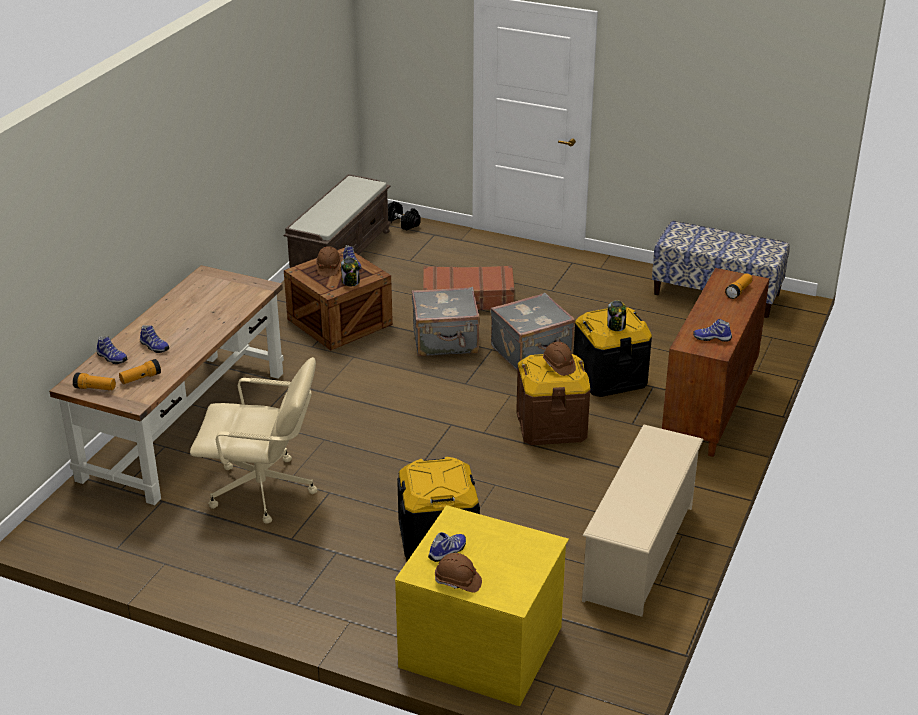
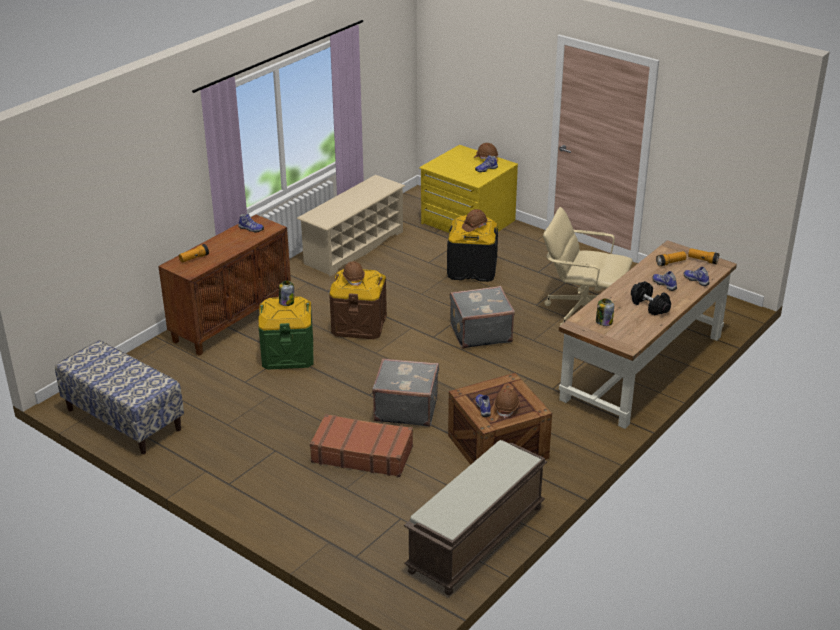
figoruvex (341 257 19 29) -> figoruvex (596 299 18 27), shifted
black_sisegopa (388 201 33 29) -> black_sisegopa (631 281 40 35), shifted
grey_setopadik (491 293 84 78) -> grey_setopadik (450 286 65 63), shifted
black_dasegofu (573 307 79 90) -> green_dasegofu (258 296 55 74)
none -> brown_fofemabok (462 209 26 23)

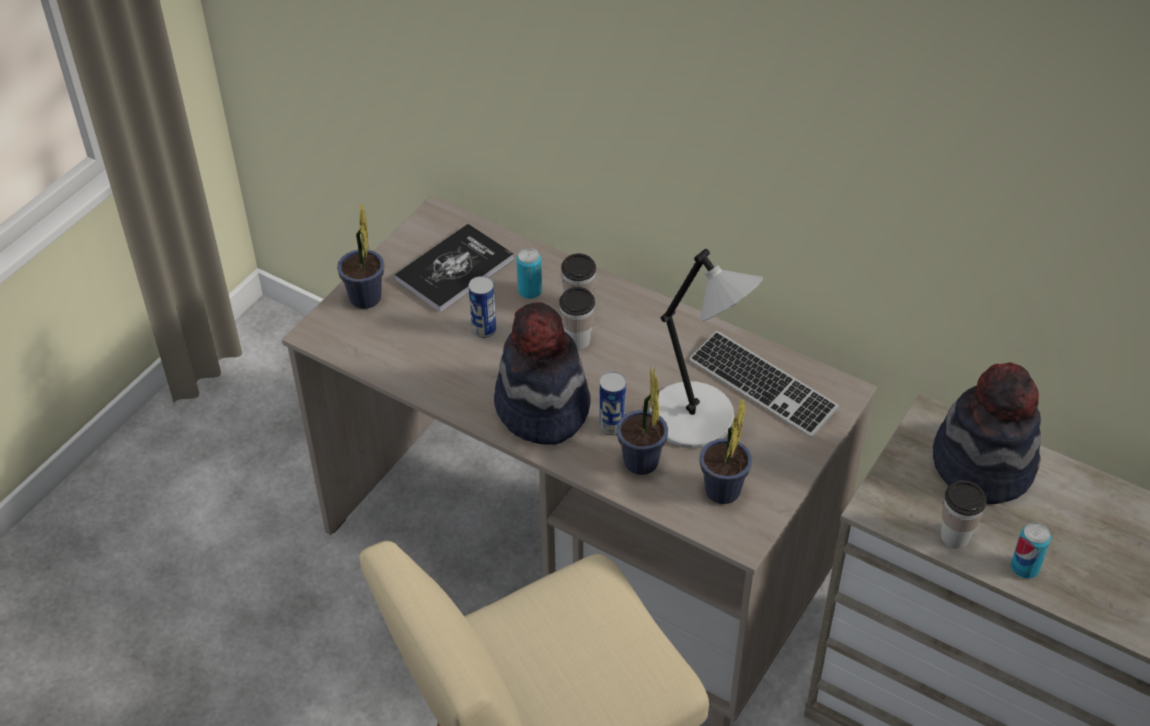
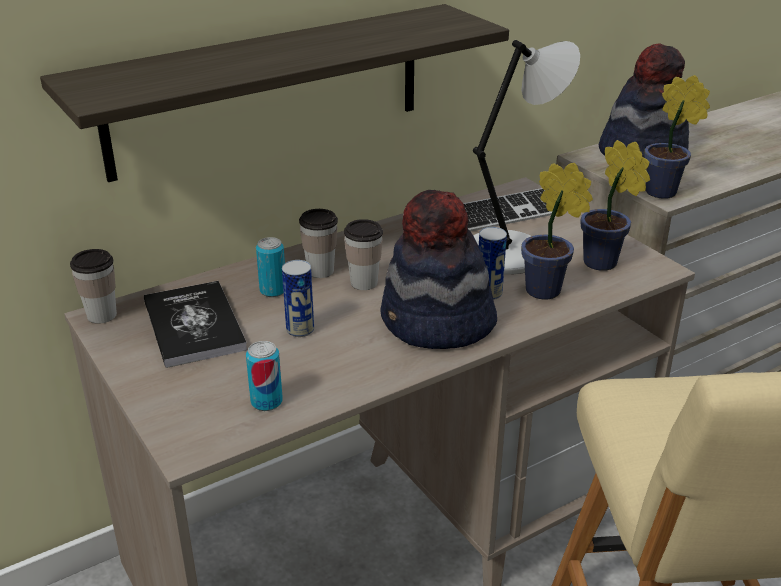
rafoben (337 204 47 105) -> rafoben (644 75 66 124), shifted
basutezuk (940 480 47 69) -> basutezuk (70 249 47 75), shifted
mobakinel (1011 522 40 57) -> mobakinel (246 341 37 70), shifted
none -> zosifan (40 4 469 178)

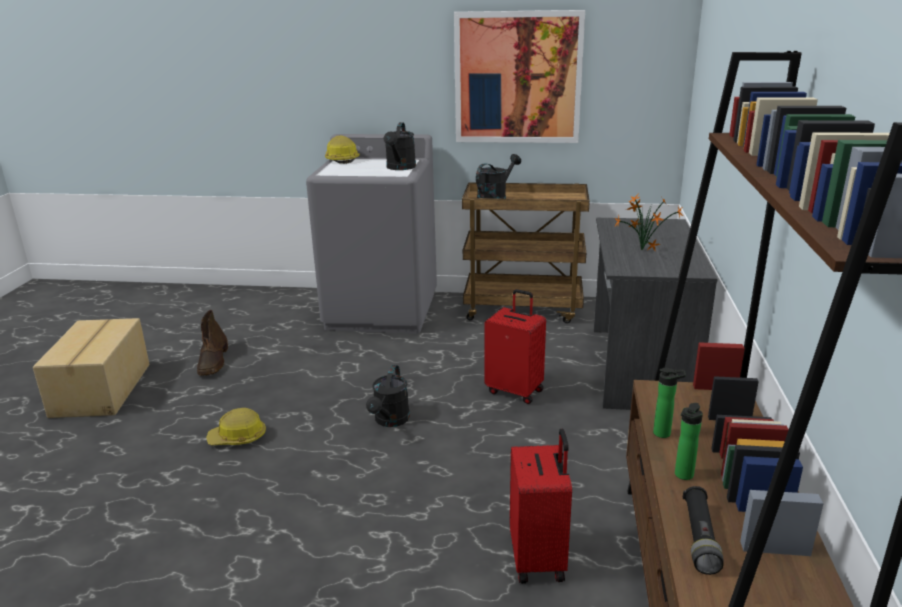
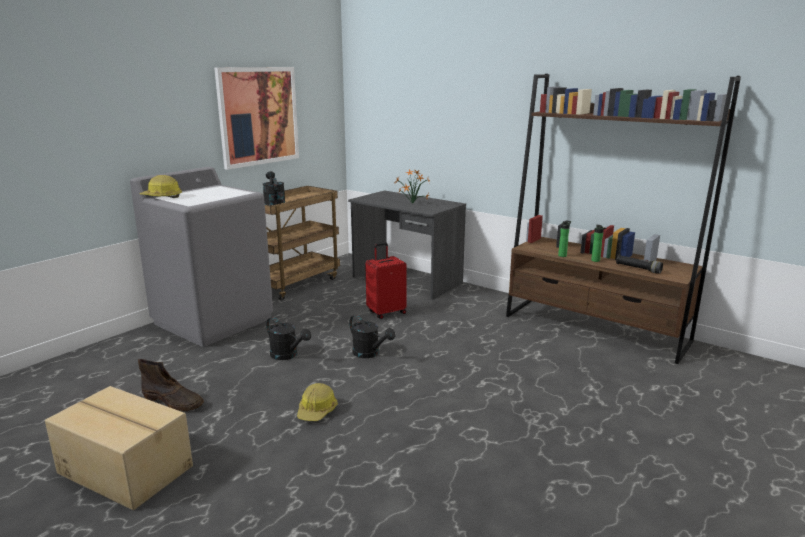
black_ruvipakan (383 122 33 48) -> black_ruvipakan (266 317 45 43), shifted
red_setopadik (510 429 62 155) -> none

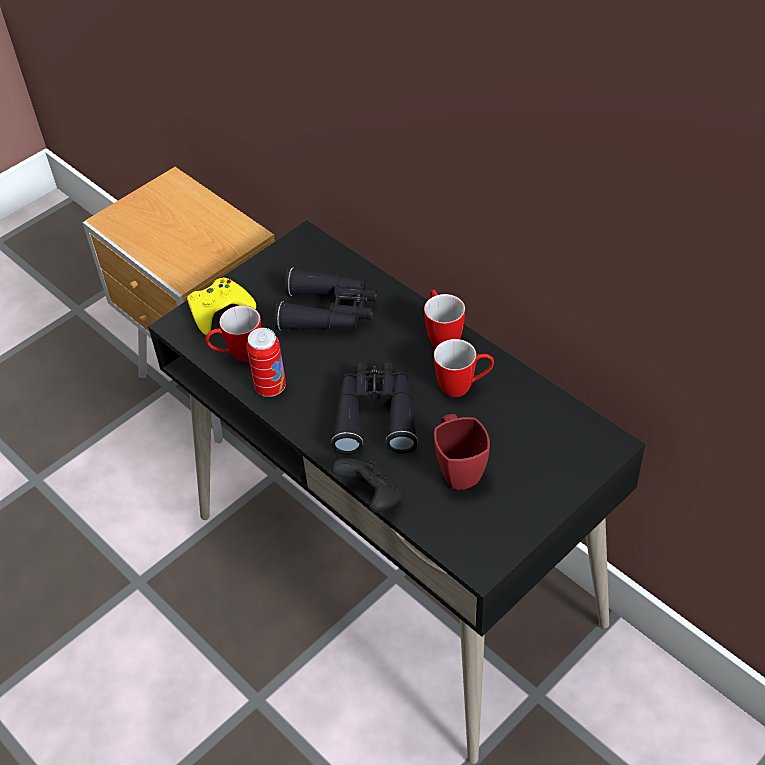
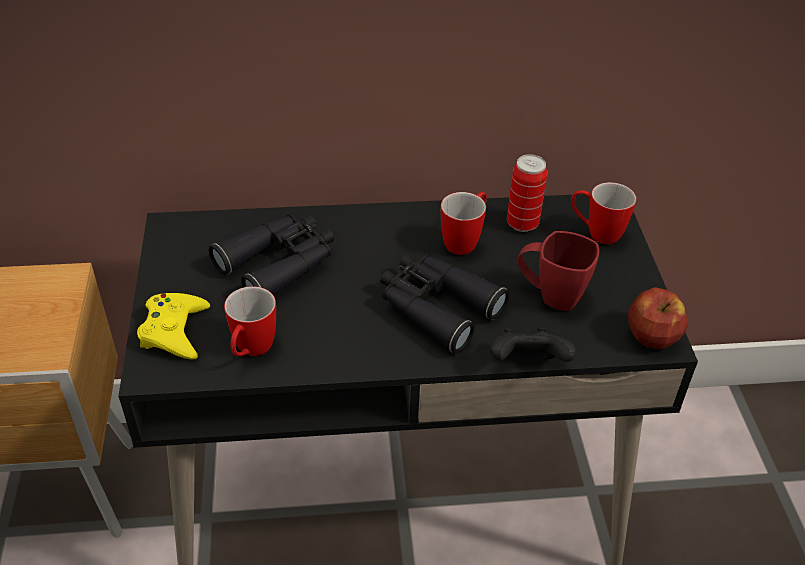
mobakinel (246 328 40 69) -> mobakinel (507 154 40 78), shifted
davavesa (424 290 41 58) -> davavesa (571 182 65 62), shifted
none -> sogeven (628 287 60 62)

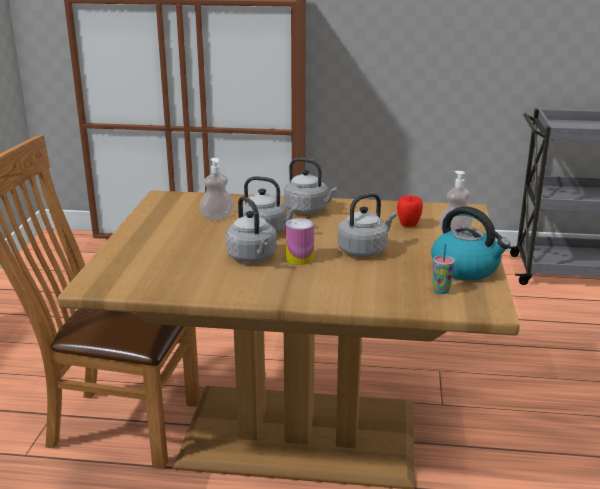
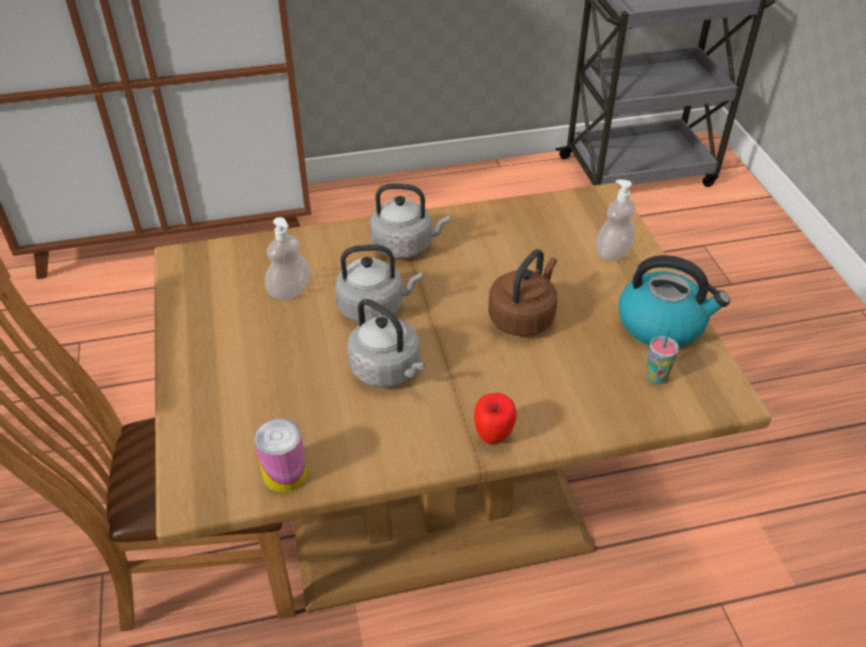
mobakinel (285 218 29 47) -> mobakinel (254 419 53 73), shifted
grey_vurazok (337 193 60 64) -> brown_vurazok (488 249 69 87)
sogeven (397 195 26 32) -> sogeven (474 393 43 51), shifted

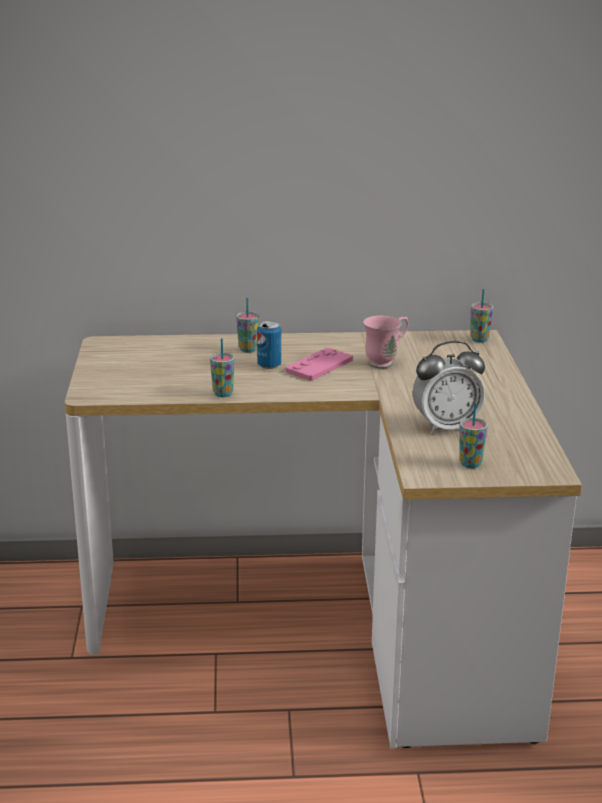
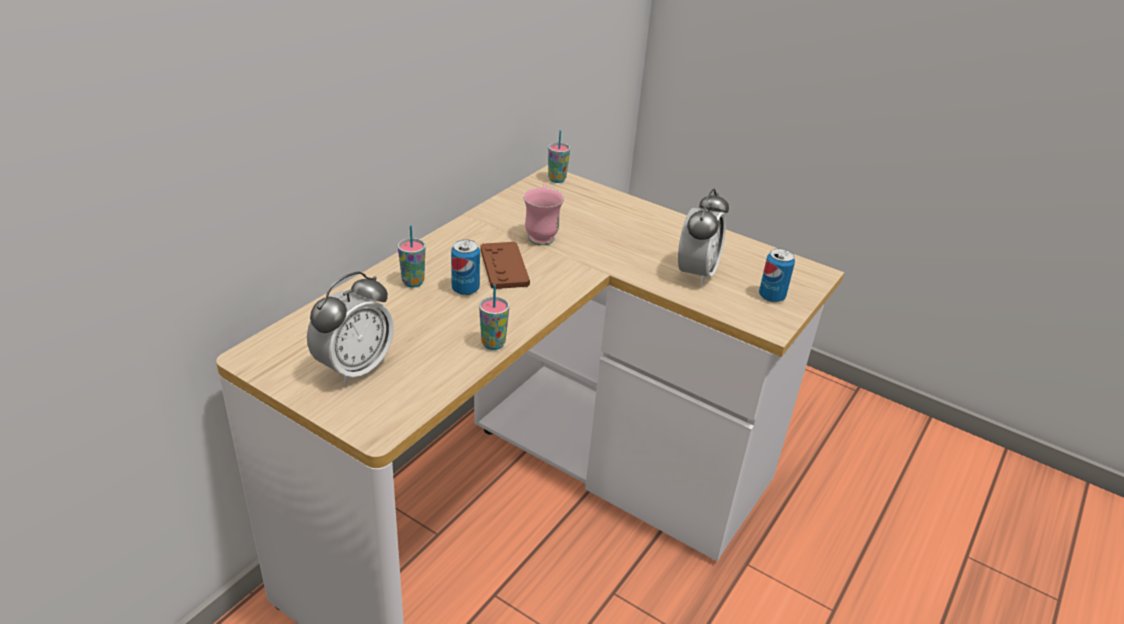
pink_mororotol (286 348 67 33) -> brown_mororotol (480 242 50 47)
basutezuk (459 403 29 65) -> mobakinel (759 248 36 55)
none -> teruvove (307 271 87 115)

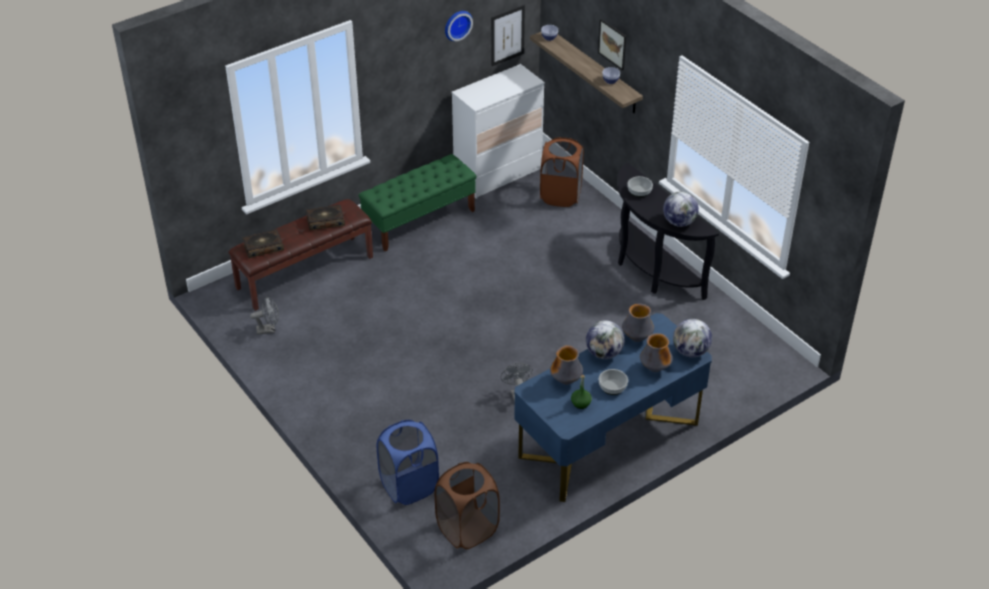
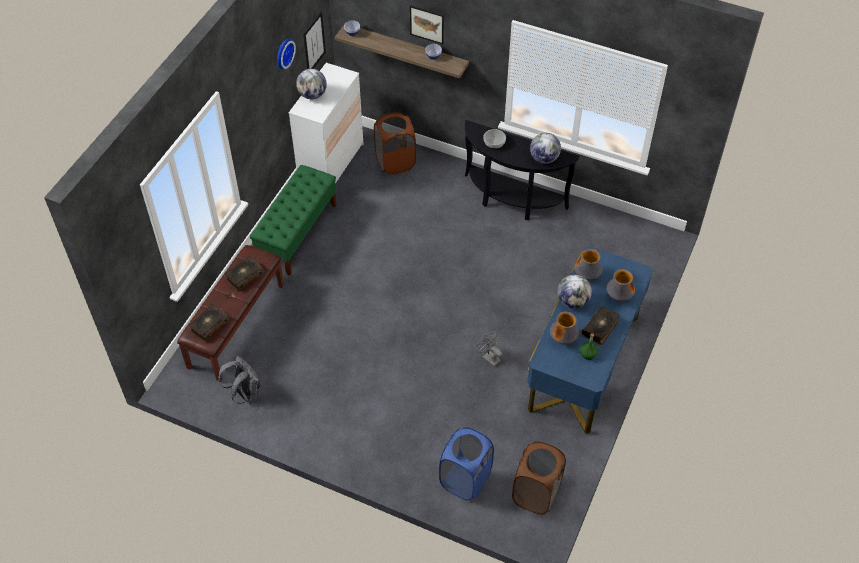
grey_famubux (250 296 29 39) -> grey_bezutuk (218 356 44 48)
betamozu (599 369 29 26) -> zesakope (581 306 39 39)
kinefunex (673 319 39 38) -> kinefunex (296 69 31 30), shifted

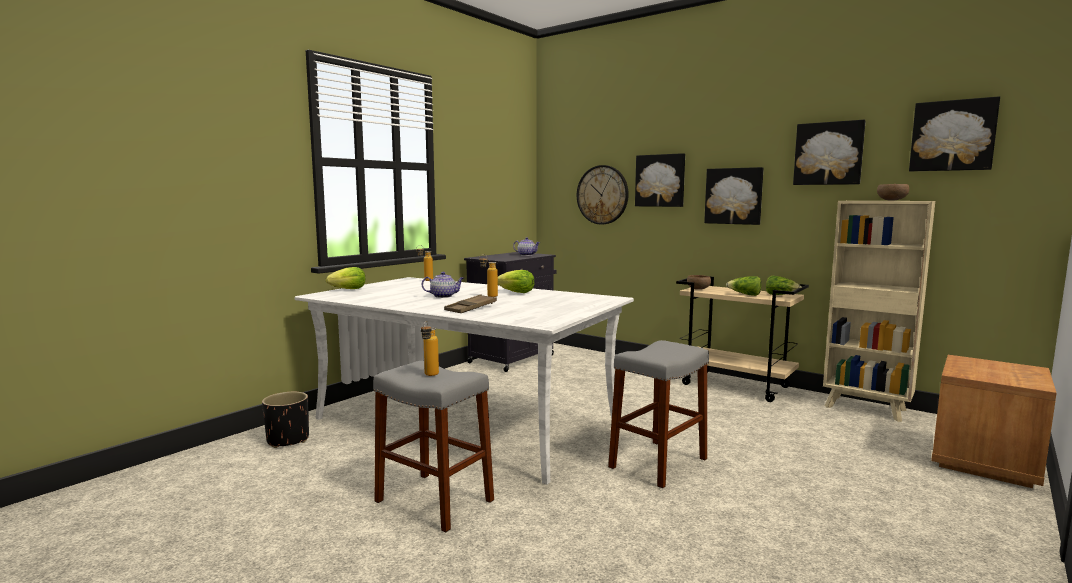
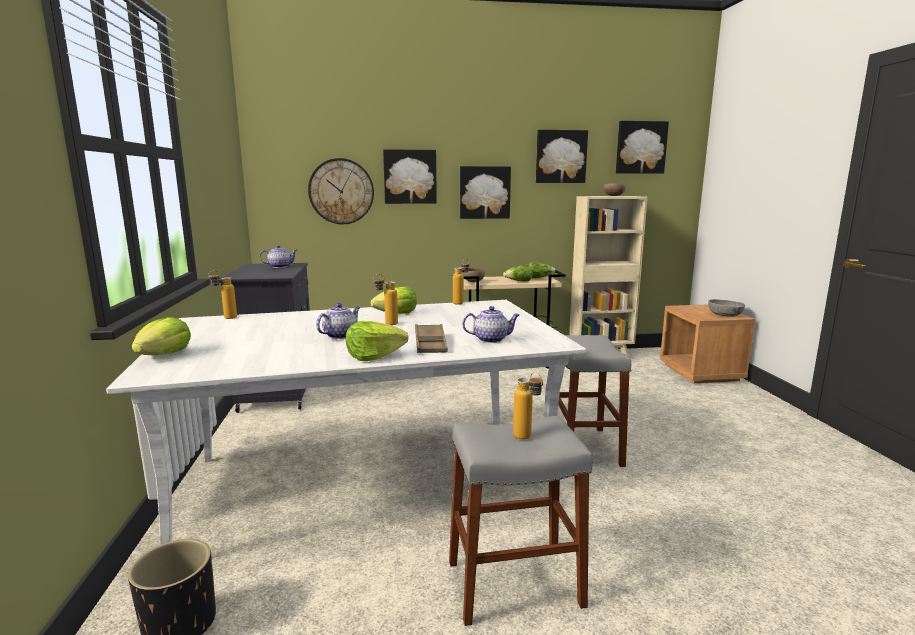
none -> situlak (346 321 62 40)
none -> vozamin (453 259 16 46)
none -> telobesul (462 306 57 37)
none -> grey_betamozu (708 299 37 18)

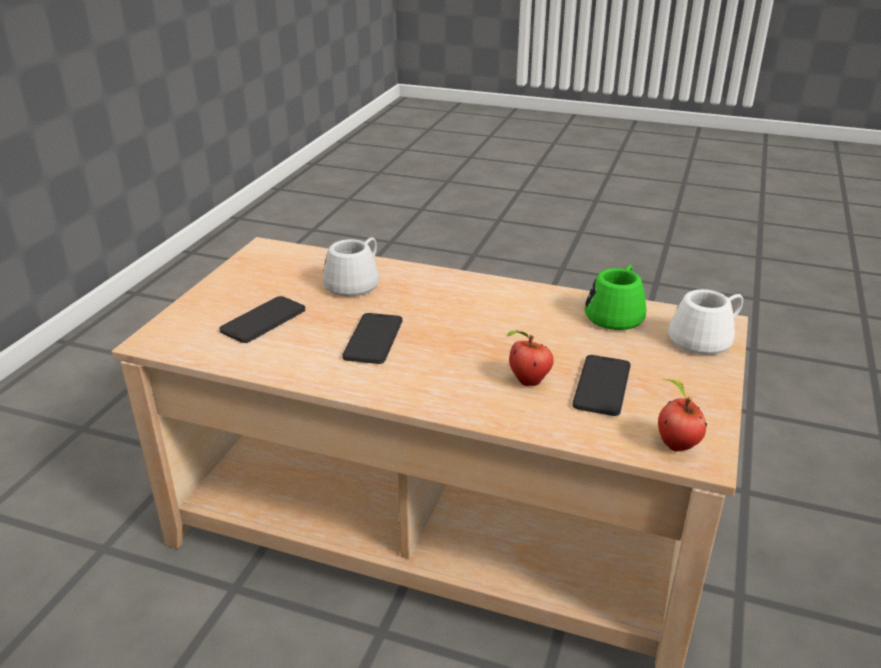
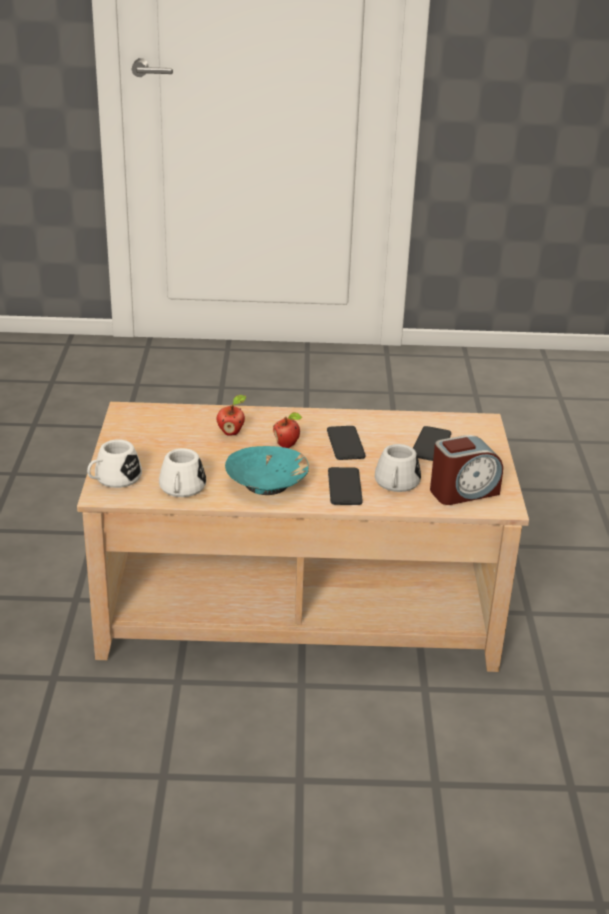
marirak (572 355 59 61) -> marirak (328 467 35 38), shifted
green_davavesa (585 265 61 65) -> white_davavesa (159 448 47 49)
sogeven (658 378 49 74) -> sogeven (273 412 29 36), shifted
none -> turquoise_betamozu (225 446 84 49)
none -> teruvove (430 435 73 70)

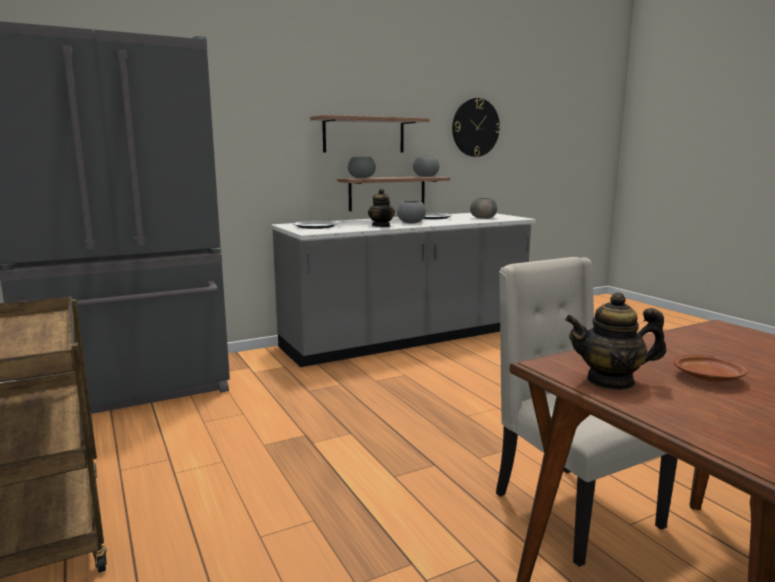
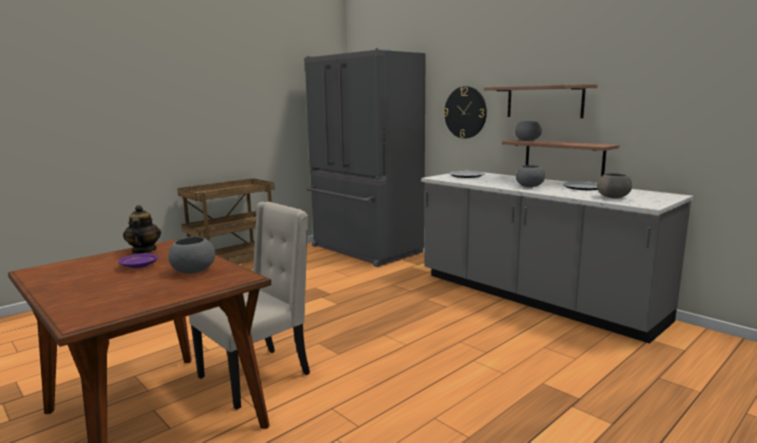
telobesul (368 189 27 38) -> none
grey_betamozu (413 156 26 21) -> grey_betamozu (168 237 47 37), shifted
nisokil (452 98 49 59) -> nisokil (444 86 43 53), shifted
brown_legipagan (674 355 74 28) -> purple_legipagan (118 253 40 15)

